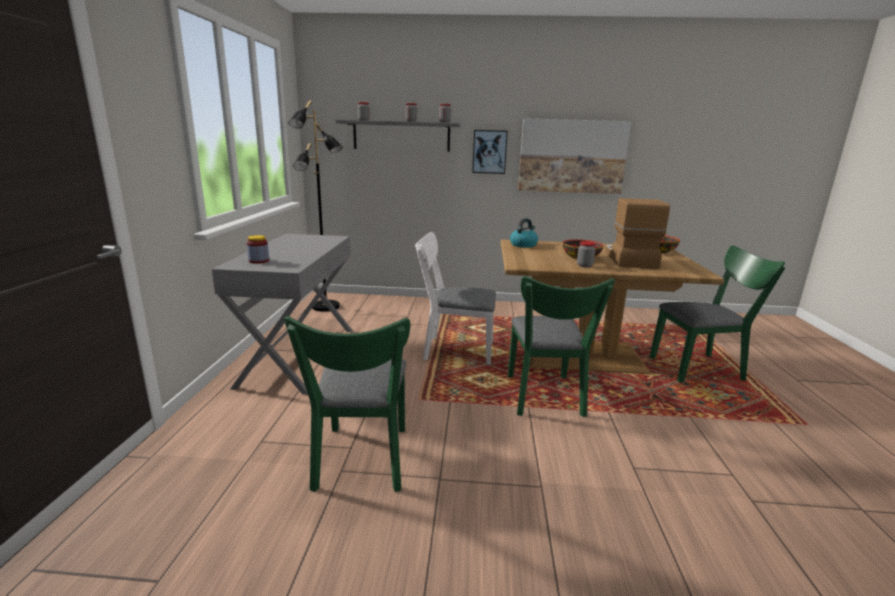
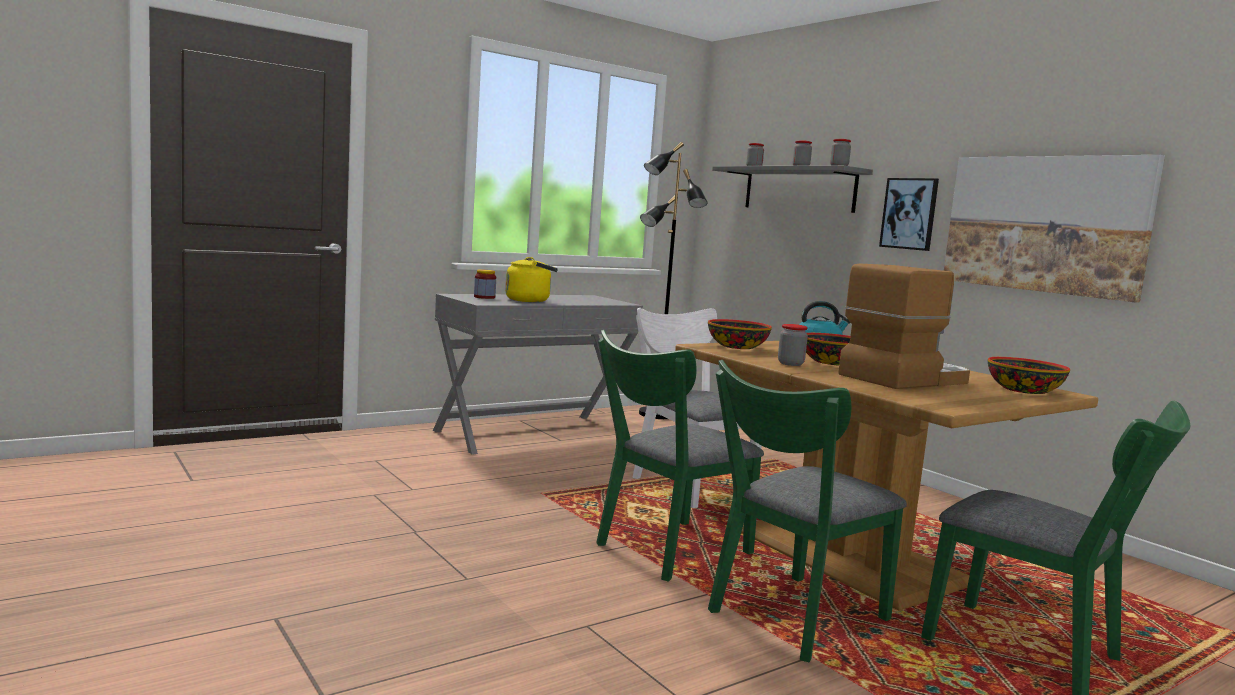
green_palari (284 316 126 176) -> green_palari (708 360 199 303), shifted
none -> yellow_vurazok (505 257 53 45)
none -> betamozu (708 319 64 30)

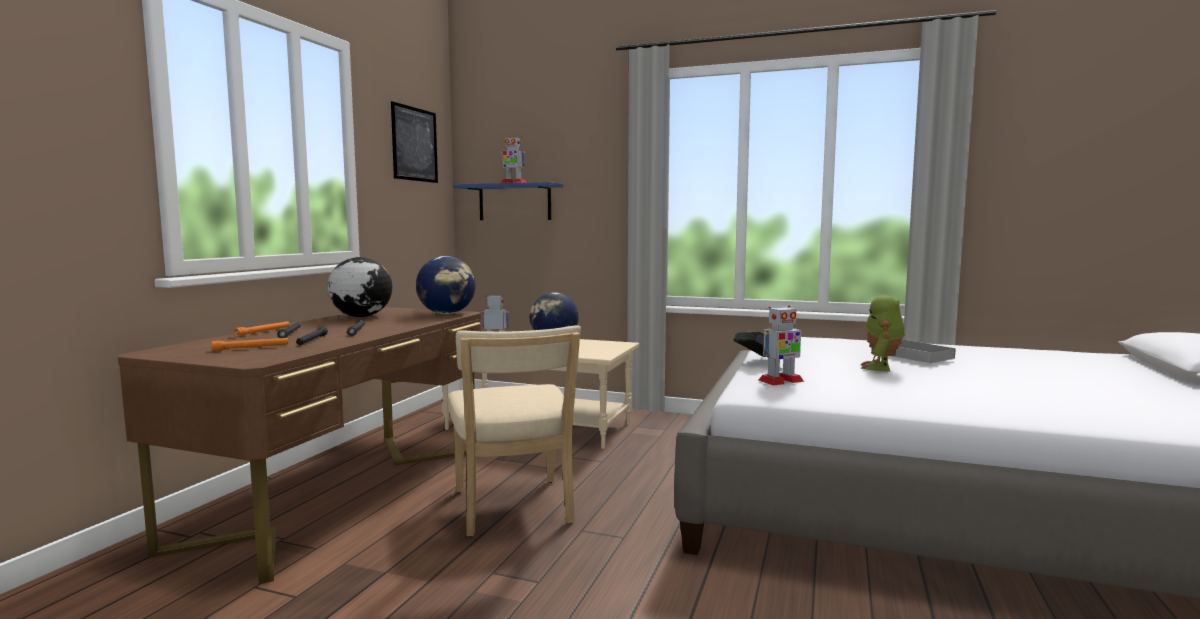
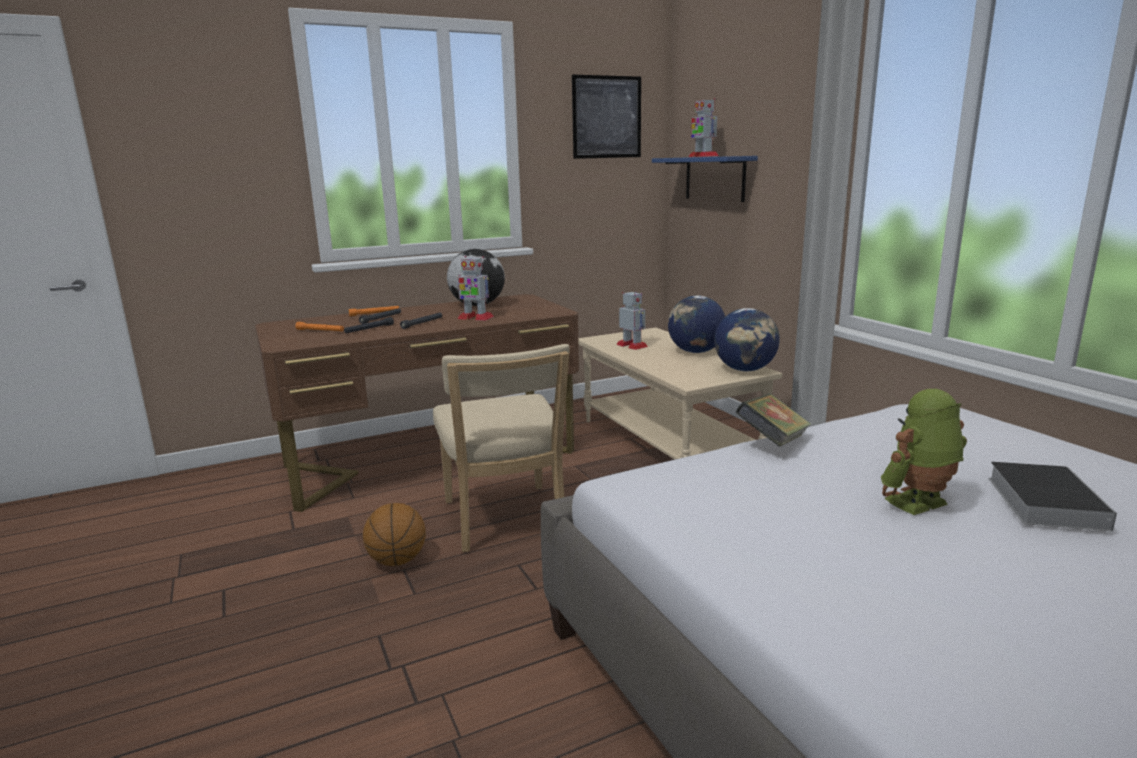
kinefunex (416 256 60 58) -> kinefunex (714 308 66 63), shifted
beige_palari (448 325 133 212) -> beige_palari (433 344 136 208), 45 degrees counterclockwise
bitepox (758 305 46 80) -> bitepox (457 256 37 65), shifted
none -> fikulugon (363 503 63 63)

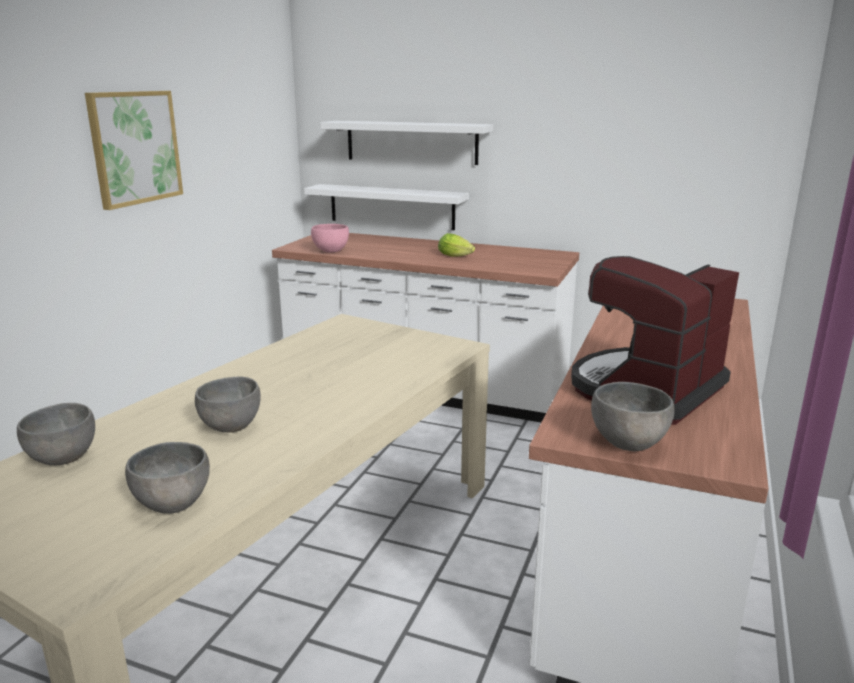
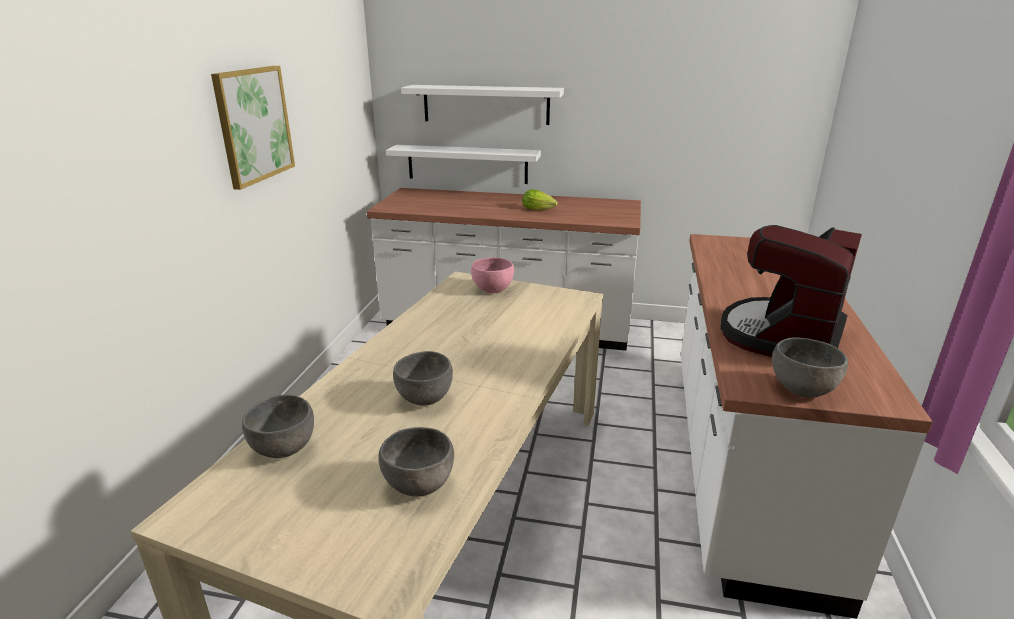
pink_betamozu (311 224 38 29) -> pink_betamozu (471 257 43 36), shifted

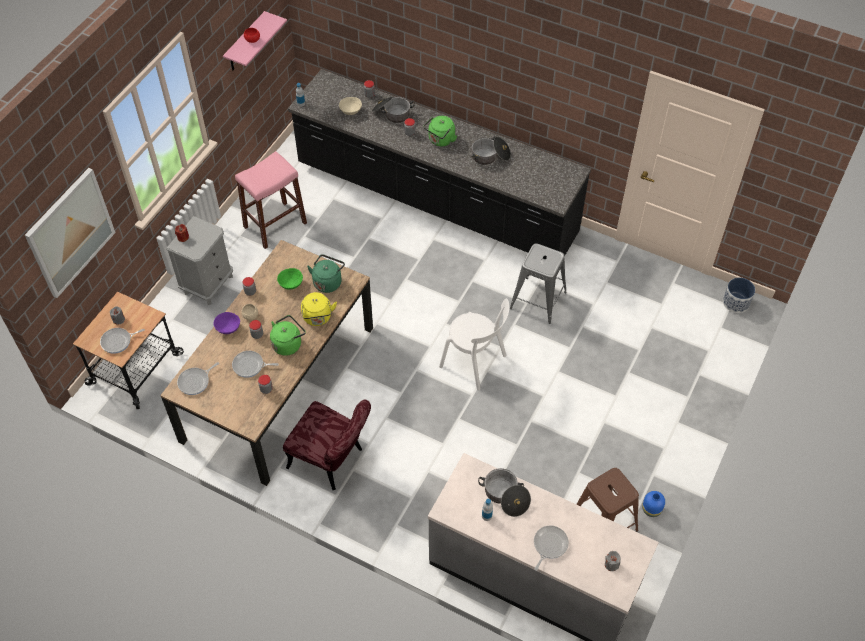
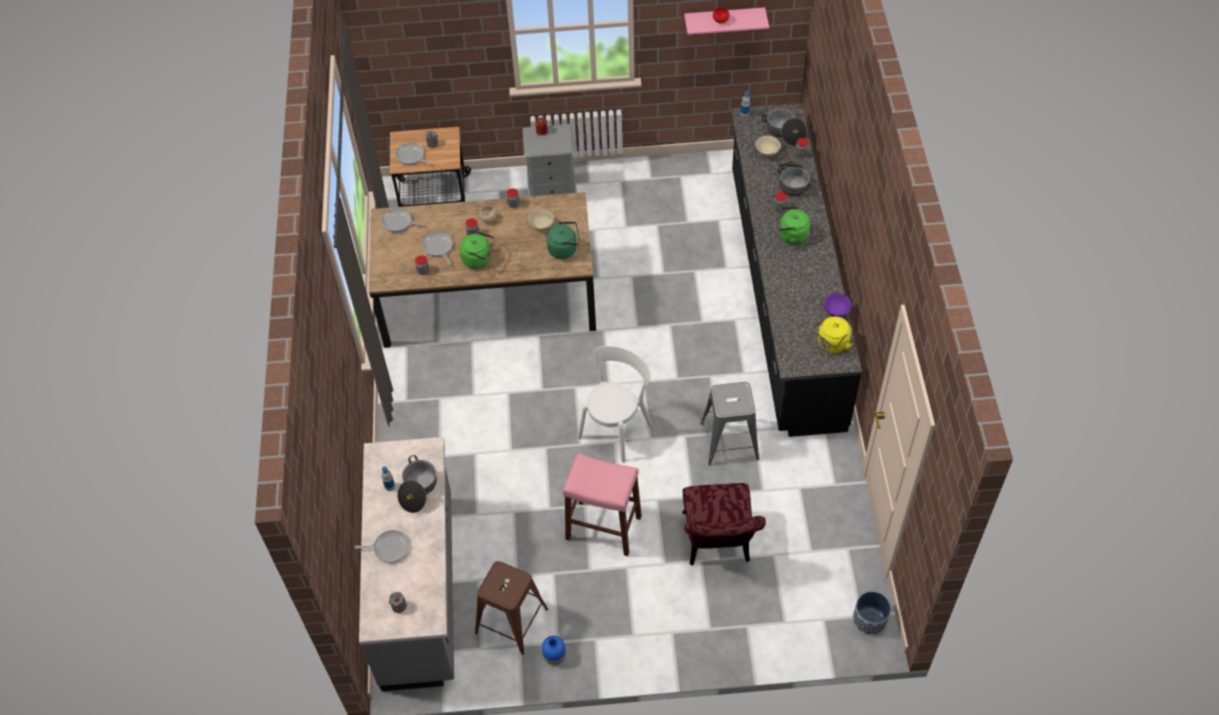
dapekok (25 168 91 130) -> none
purple_betamozu (213 312 27 22) -> purple_betamozu (824 293 28 24), shifted
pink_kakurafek (235 151 72 98) -> pink_kakurafek (563 453 79 103), shifted
green_betamozu (277 268 26 22) -> beige_betamozu (528 209 26 22)
red_palari (283 400 88 90) -> red_palari (682 483 84 83), shifted
yellow_vurazok (301 292 36 34) -> yellow_vurazok (813 316 40 37), shifted
white_palari (439 298 70 92) -> white_palari (578 346 75 117), 150 degrees counterclockwise
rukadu (471 136 40 29) -> rukadu (761 108 46 38), shifted

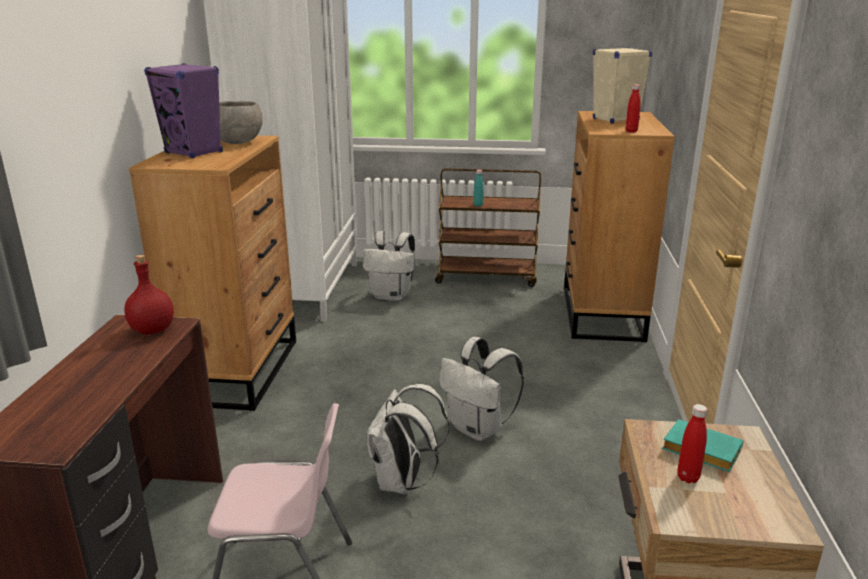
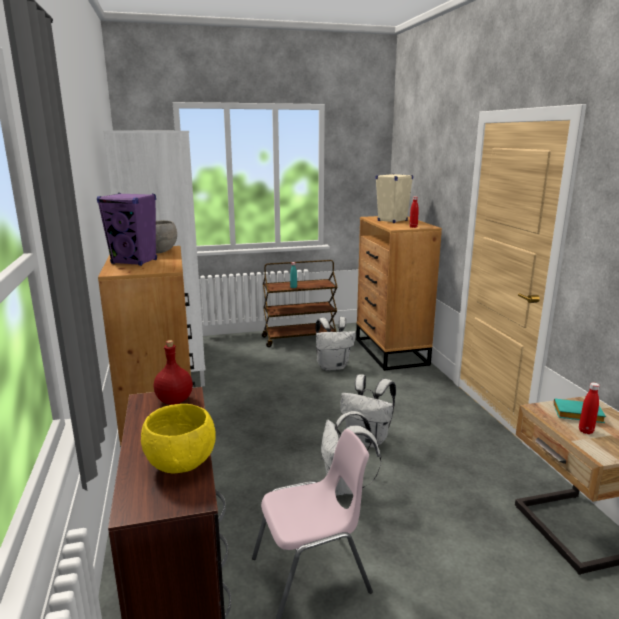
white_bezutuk (363 231 52 70) -> white_bezutuk (316 317 40 54), shifted
none -> yellow_betamozu (141 404 75 69)

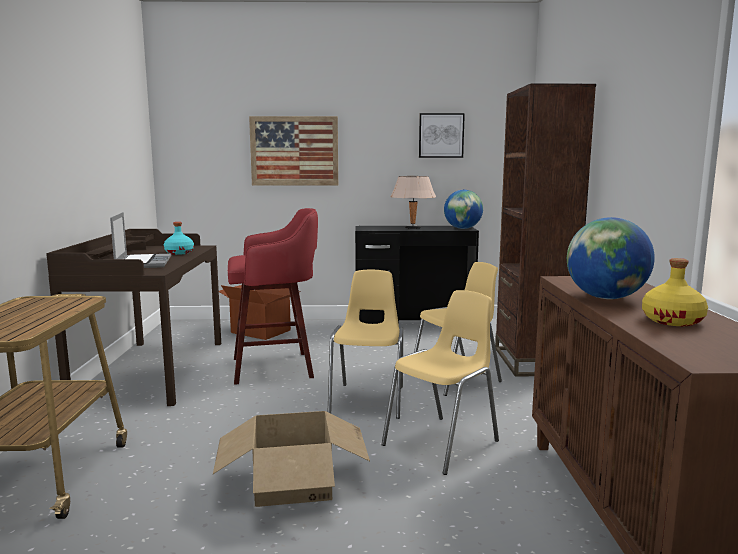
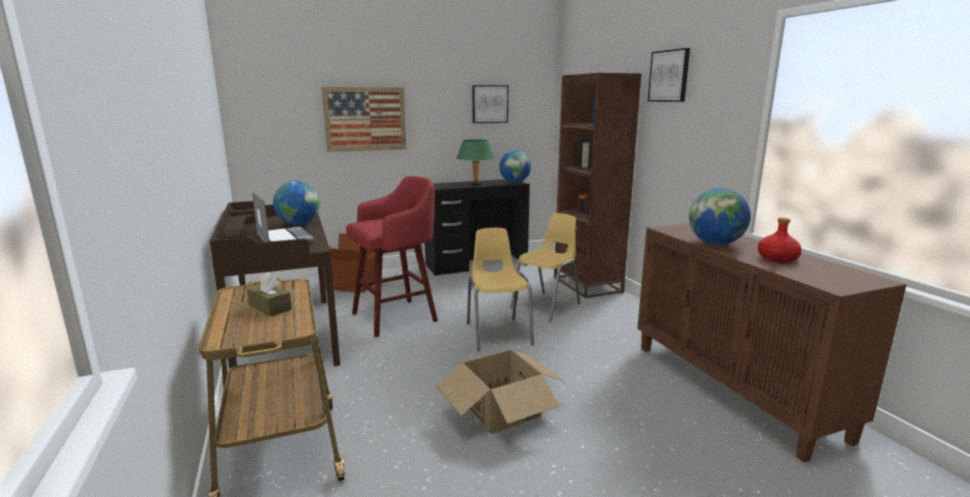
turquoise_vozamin (164 222 30 33) -> kinefunex (273 181 47 44)
yellow_palari (381 290 118 185) -> none
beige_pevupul (390 176 46 53) -> green_pevupul (457 139 38 46)
yellow_vozamin (642 258 66 68) -> red_vozamin (758 218 44 44)
none -> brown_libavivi (247 273 45 44)
none -> dapekok (648 48 42 54)

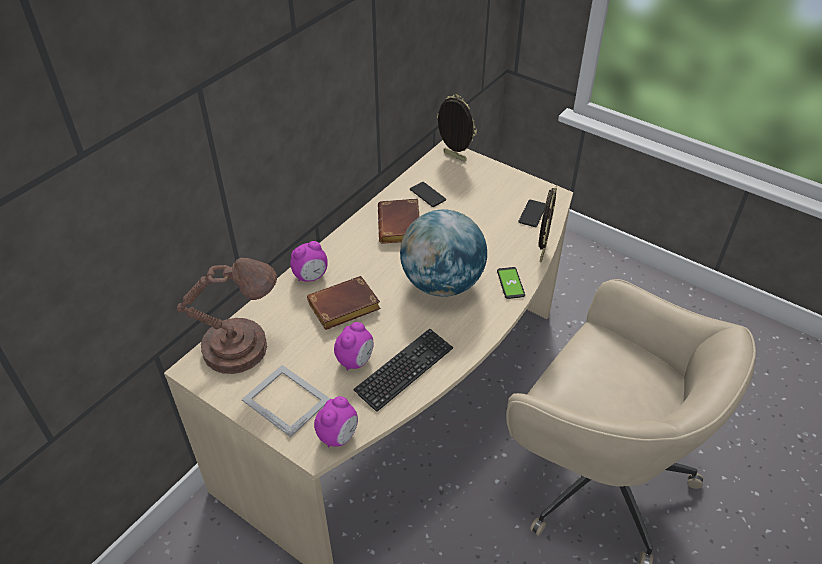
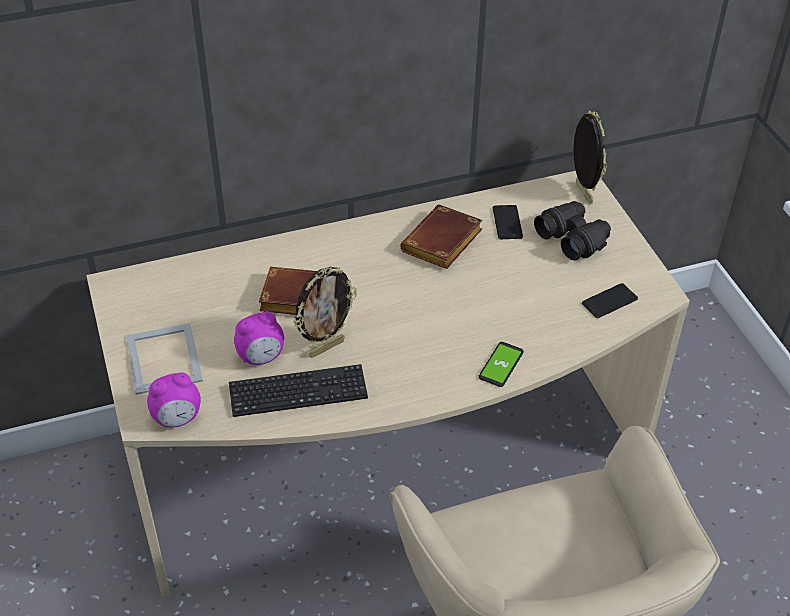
brown_pevupul (177 258 100 116) -> none
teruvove (290 241 38 41) -> none
kinefunex (400 209 87 88) -> none
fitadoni (538 186 19 76) -> fitadoni (293 267 64 91), shifted
none -> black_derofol (534 201 77 59)

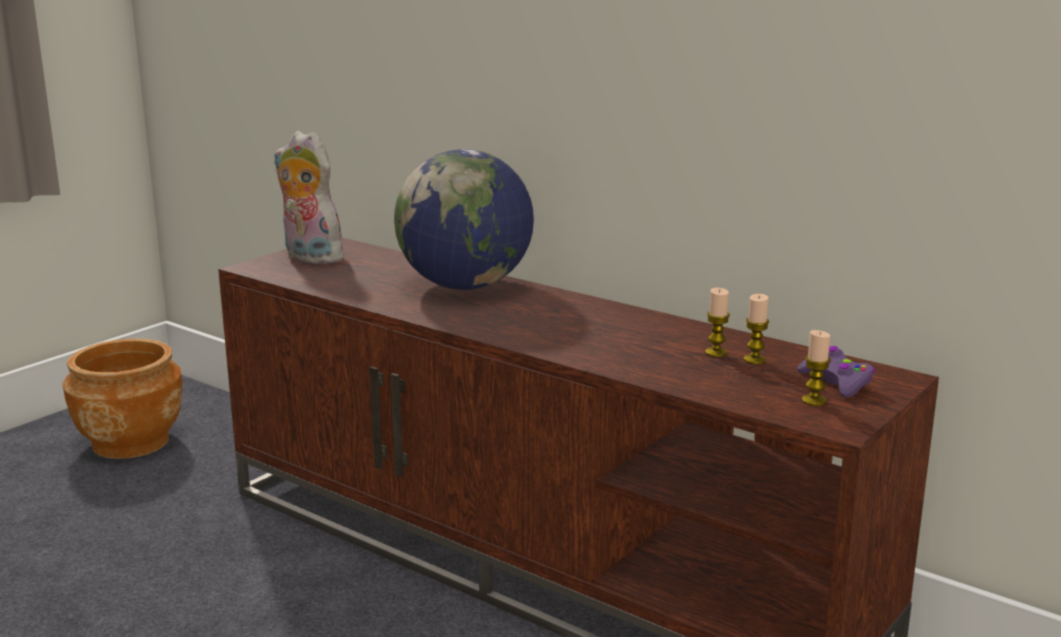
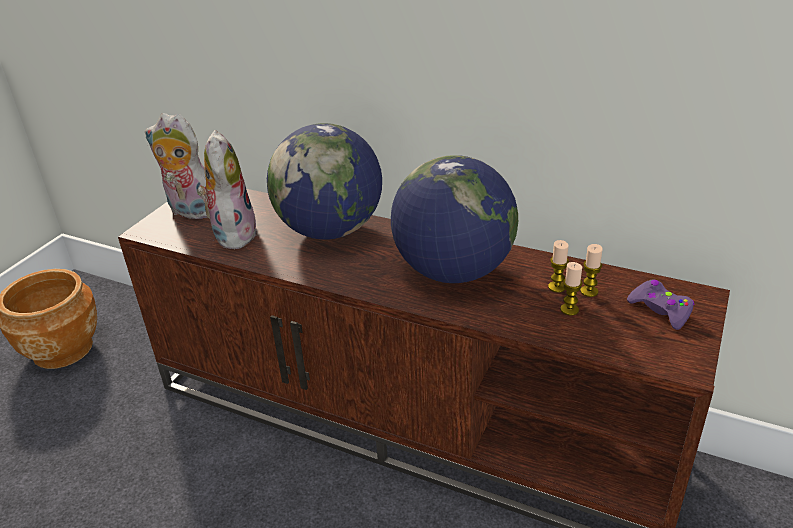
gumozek (802 330 29 76) -> gumozek (560 262 22 54), shifted
none -> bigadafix (197 130 61 119)
none -> kinefunex (391 155 127 128)

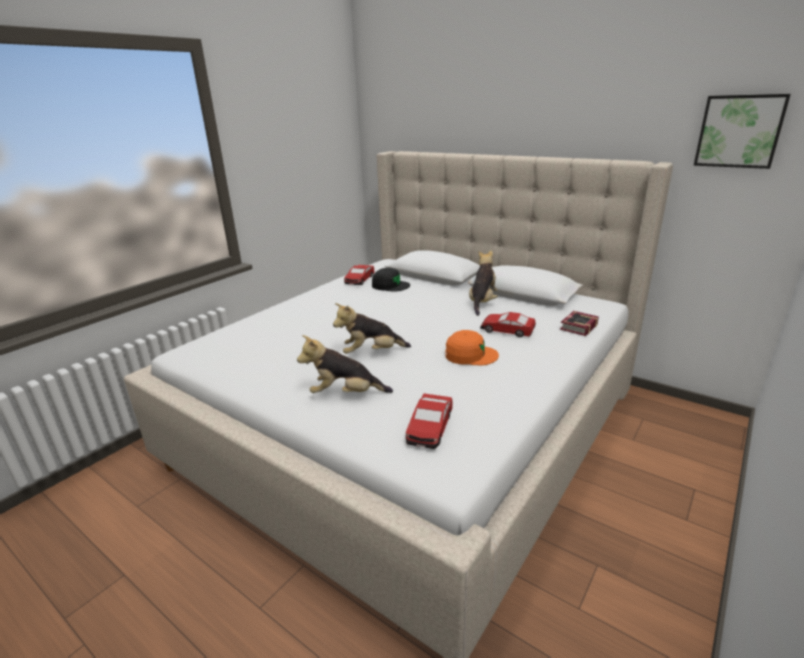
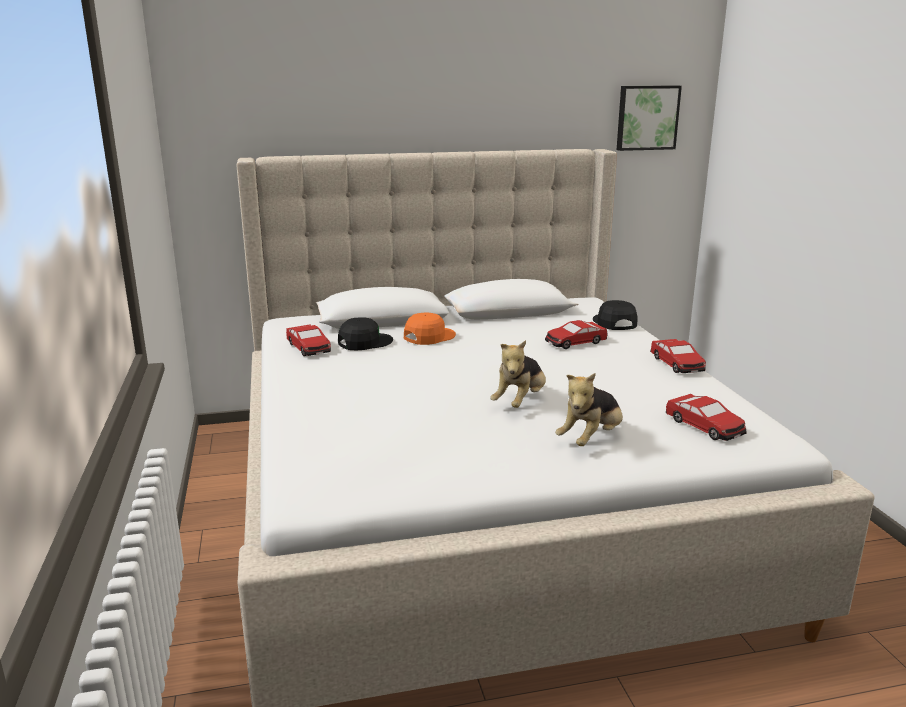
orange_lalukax (446 330 53 36) -> orange_lalukax (404 312 52 33), shifted
bigadafix (469 250 29 66) -> none
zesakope (560 311 39 25) -> black_lalukax (593 300 45 30)
none -> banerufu (650 339 56 34)

